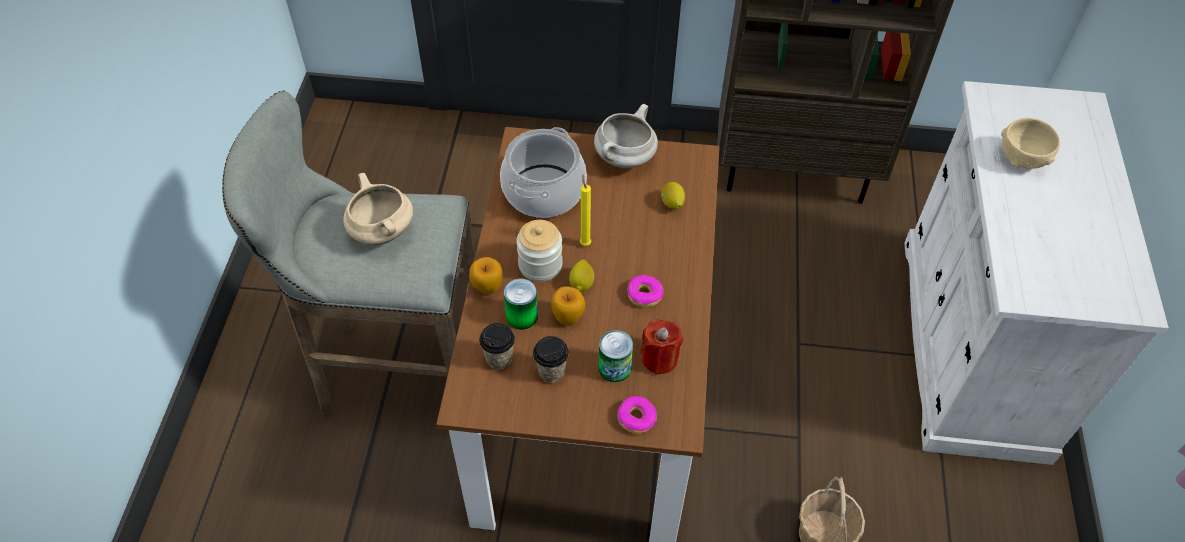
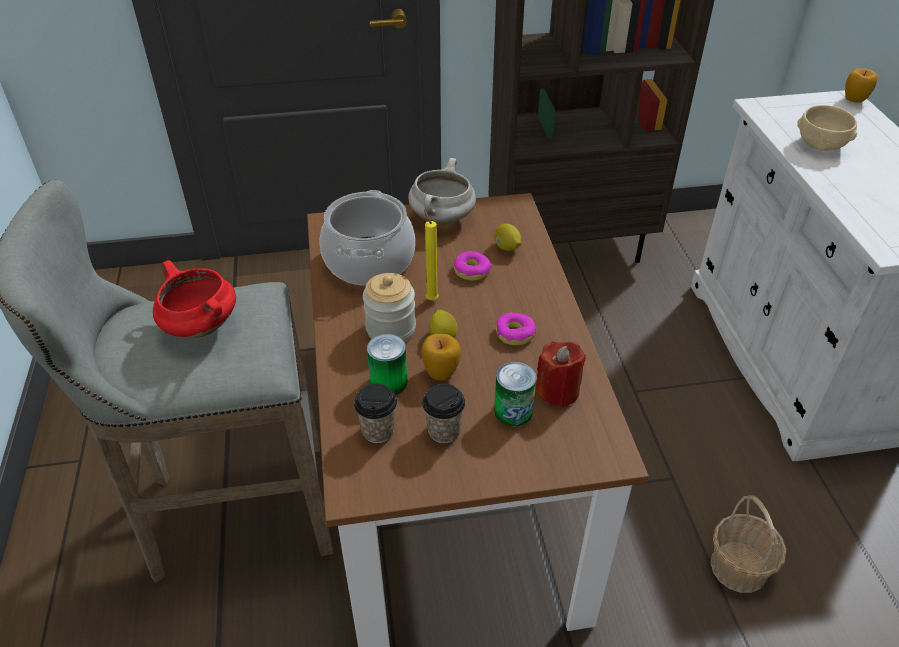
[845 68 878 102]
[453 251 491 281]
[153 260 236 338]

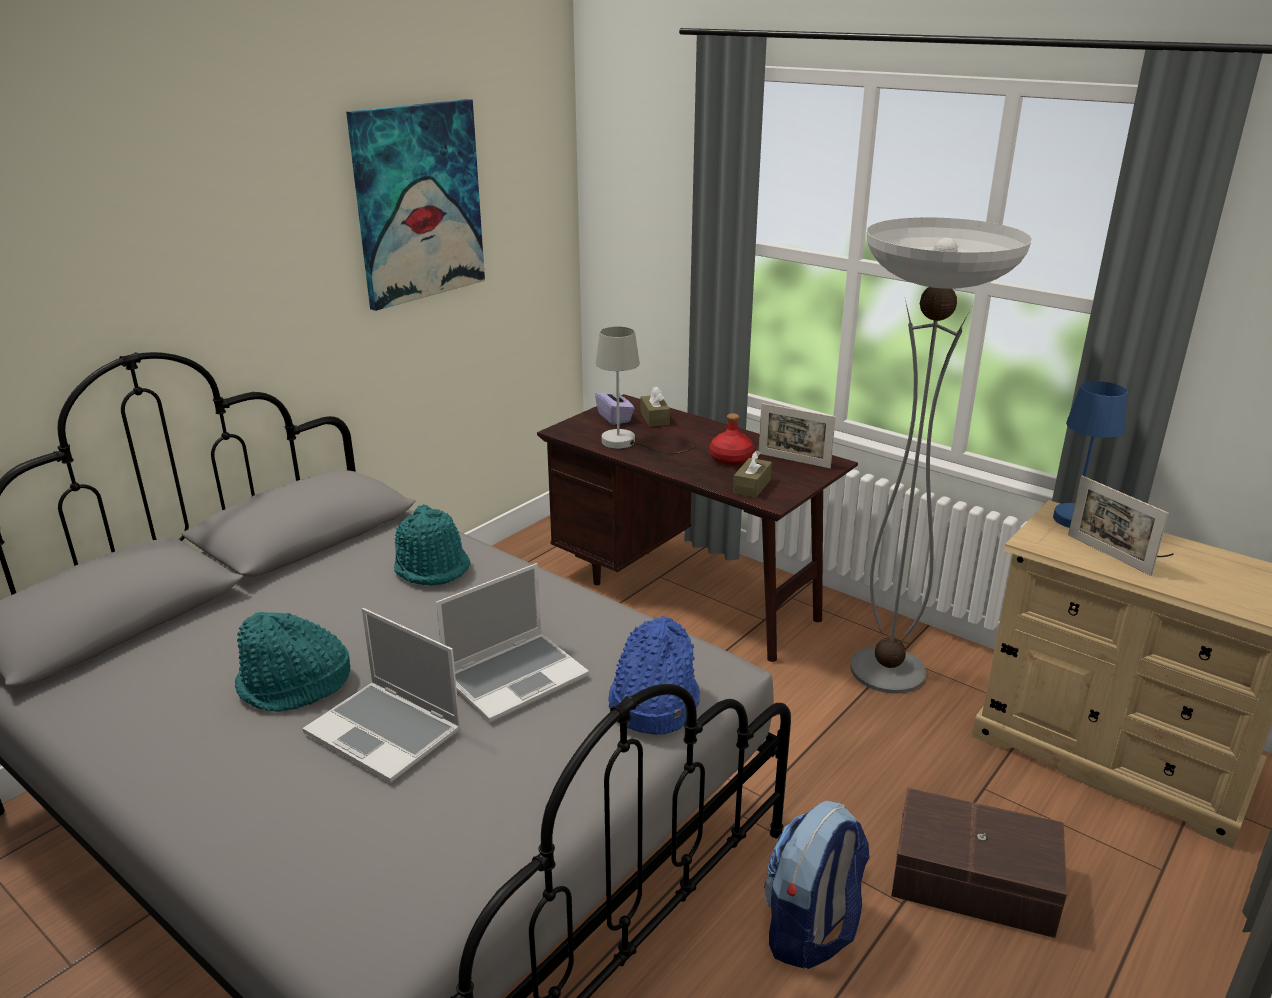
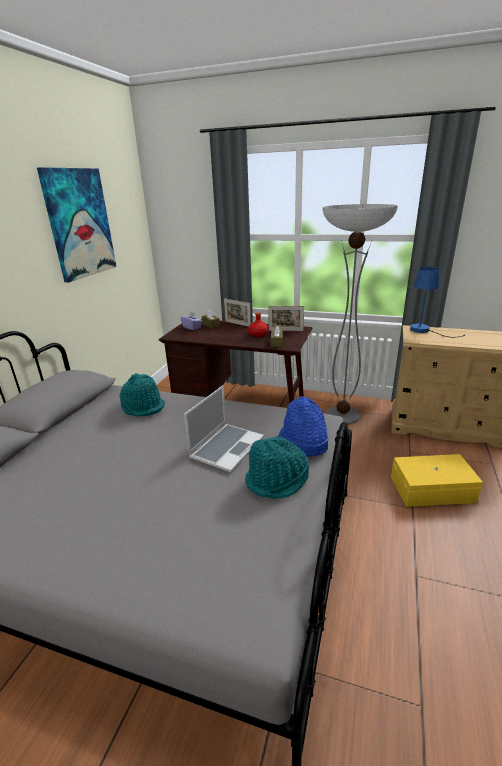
[302 608 461 783] (first image)
[596 327 697 454] (first image)
[764 801 870 969] (first image)
[245 436 309 498]
[224 298 251 327]
[391 454 483 507]

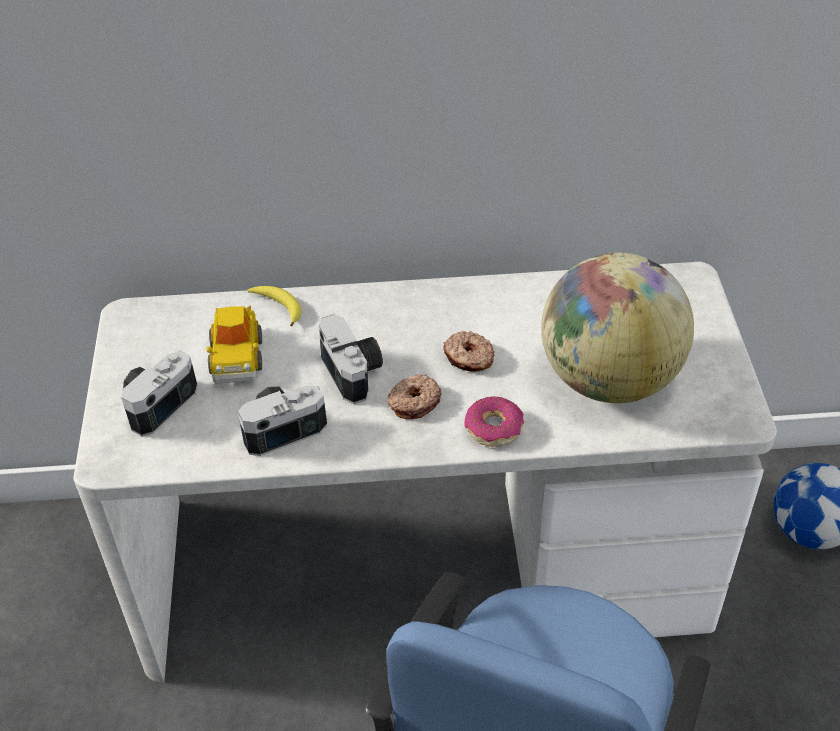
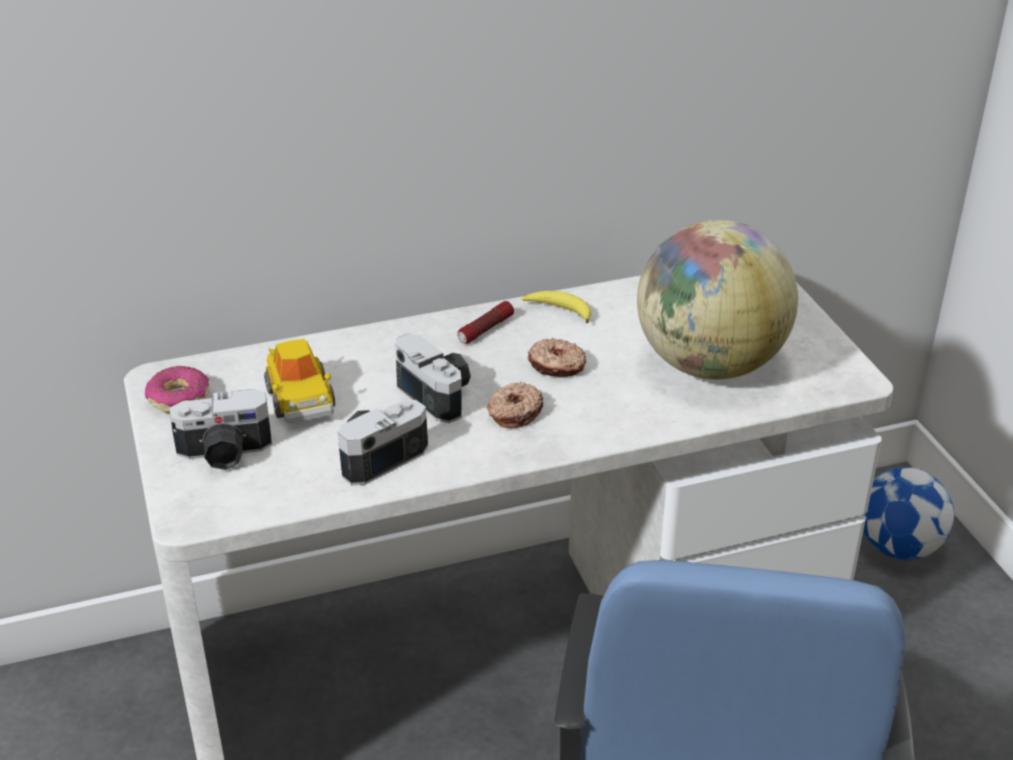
[457 301 514 344]
[521 291 591 323]
[145 366 209 413]
[170 389 272 470]

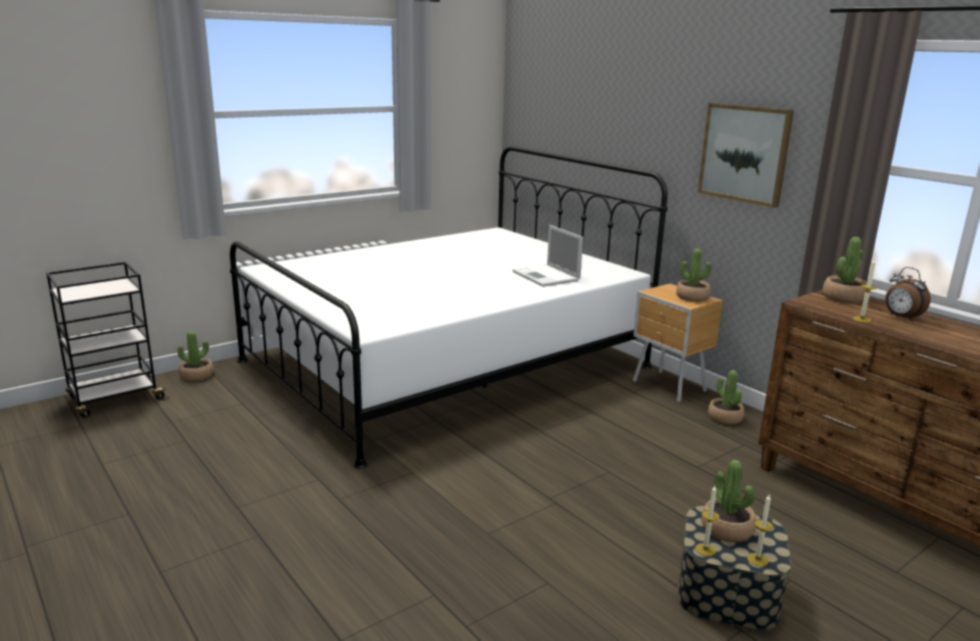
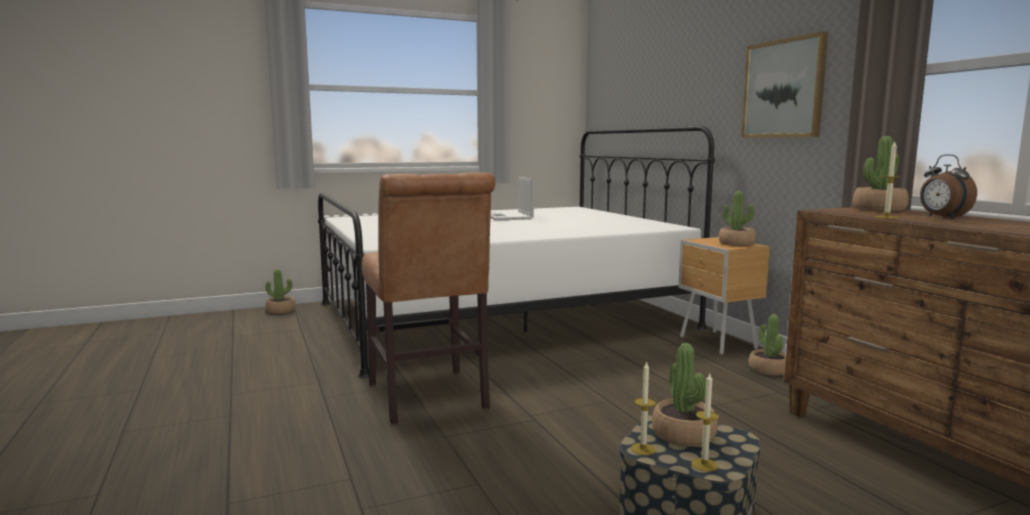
[46 262 169 417] (first image)
[362 173 495 425]
[491 177 534 221]

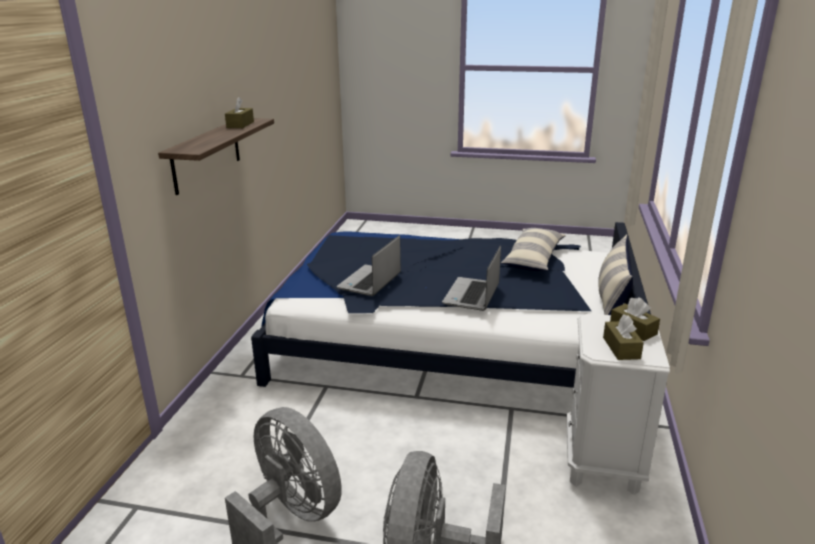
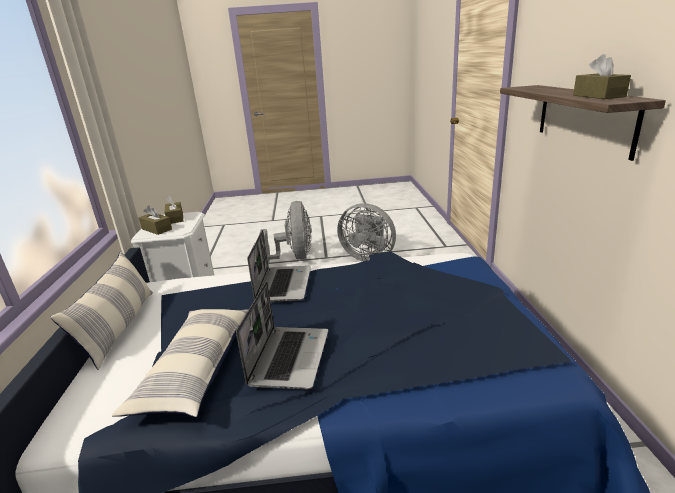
[236 281 328 389]

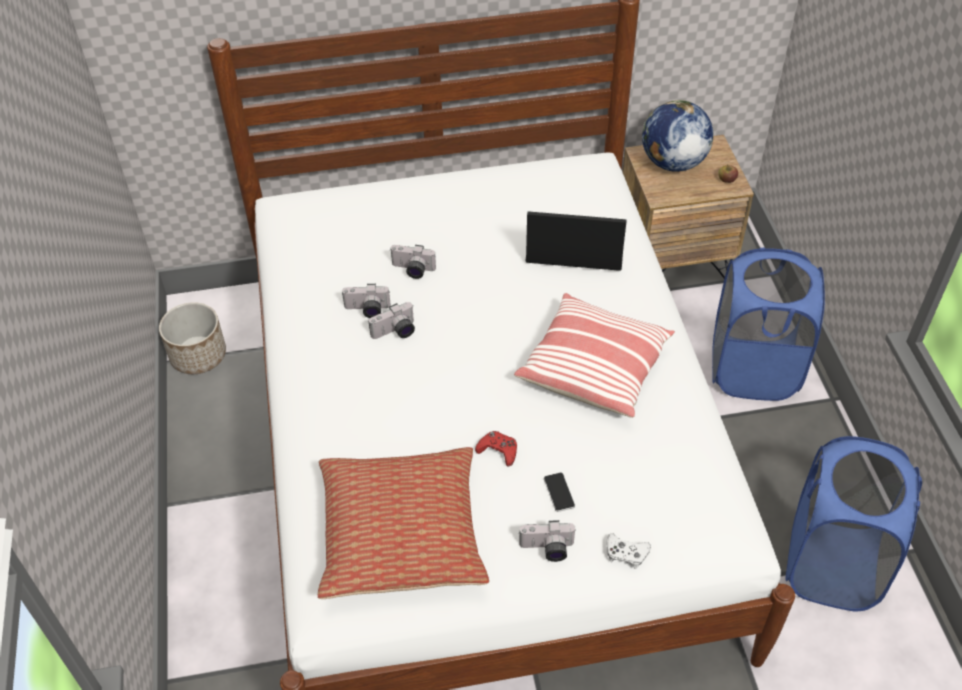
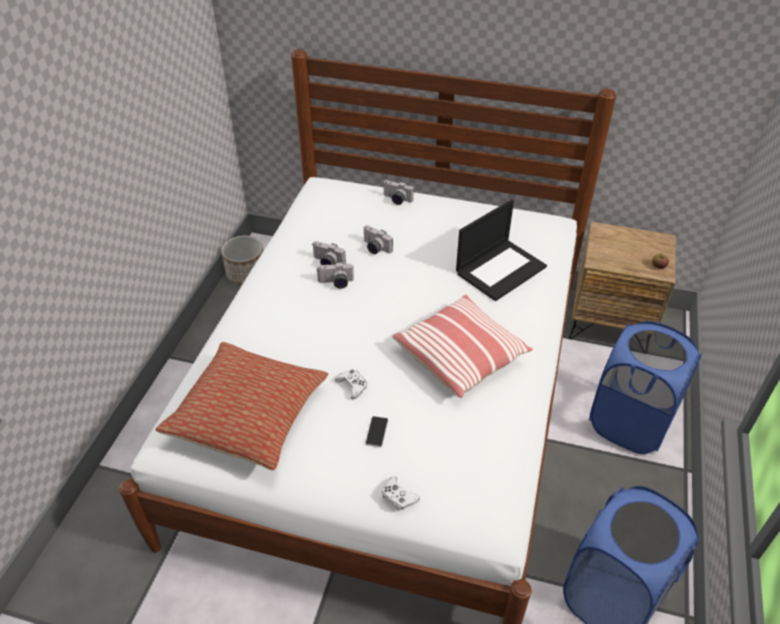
[642 100 714 172] (first image)
[383 180 414 205]
[335 369 367 399]
[456 199 547 301]

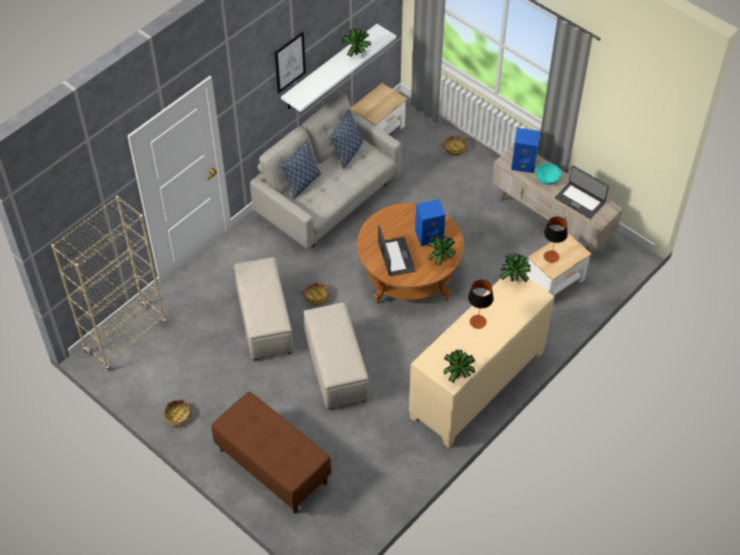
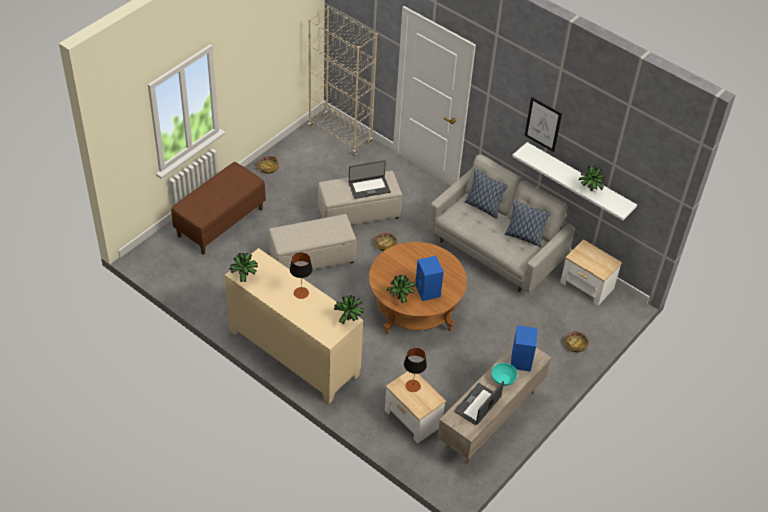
[349 160 391 199]

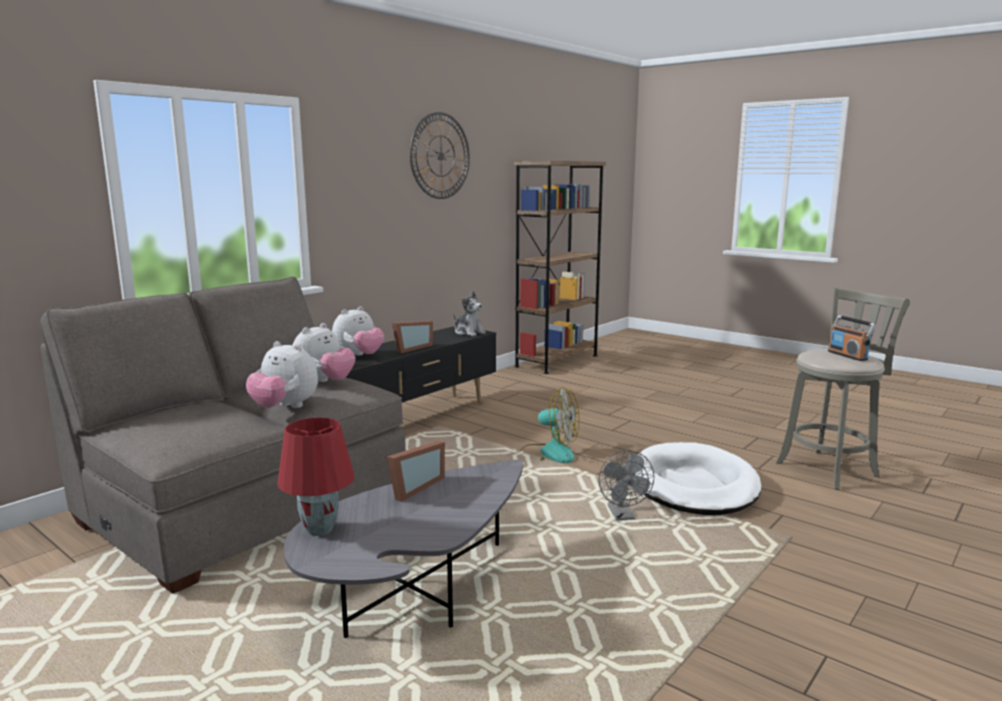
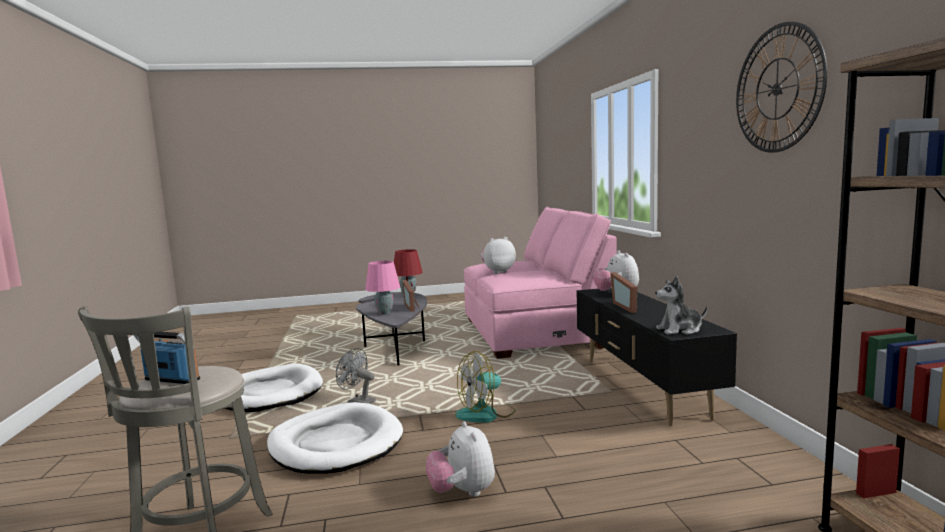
[225 363 323 412]
[365 261 400 315]
[426 421 495 497]
[464 207 617 359]

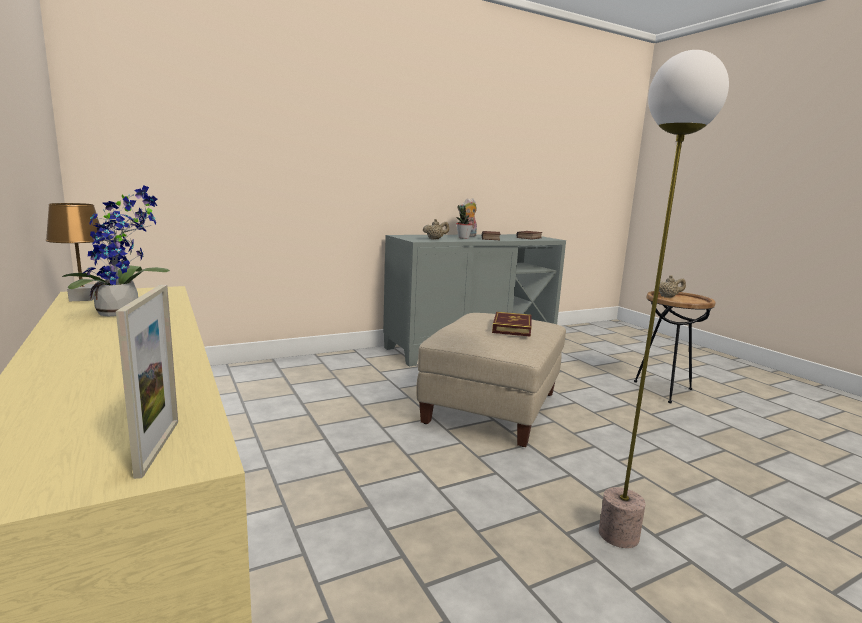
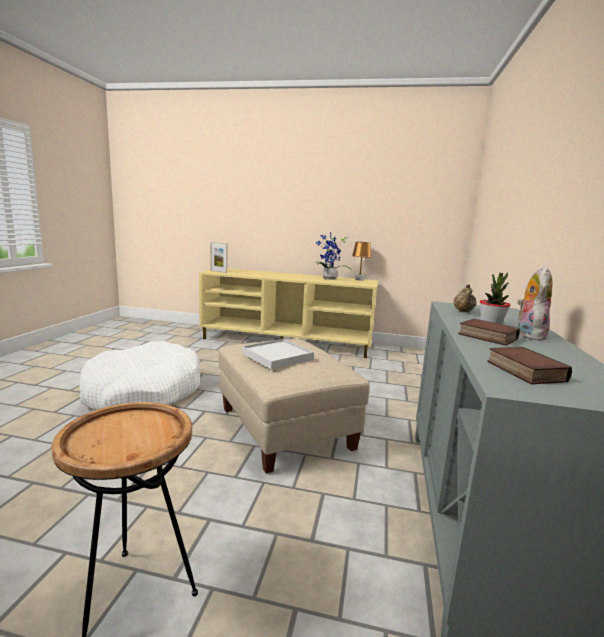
[659 275 686 298] (first image)
[242 339 314 370]
[80 341 200 411]

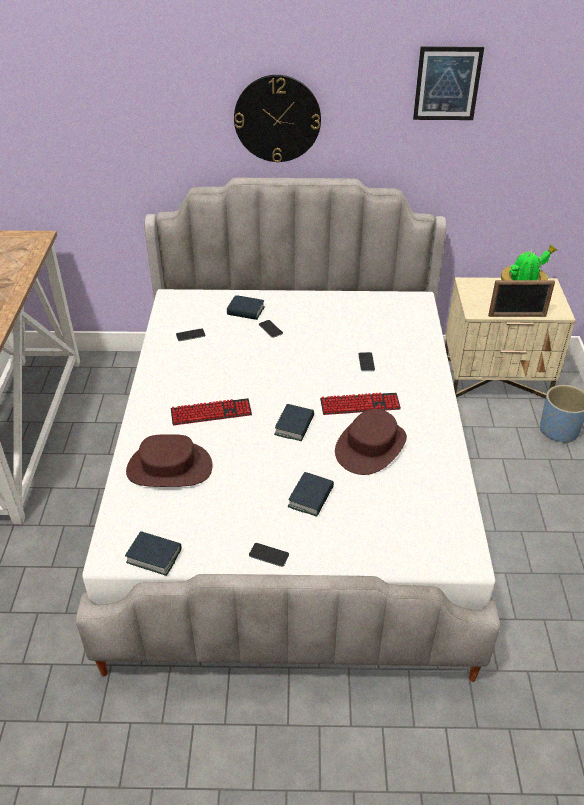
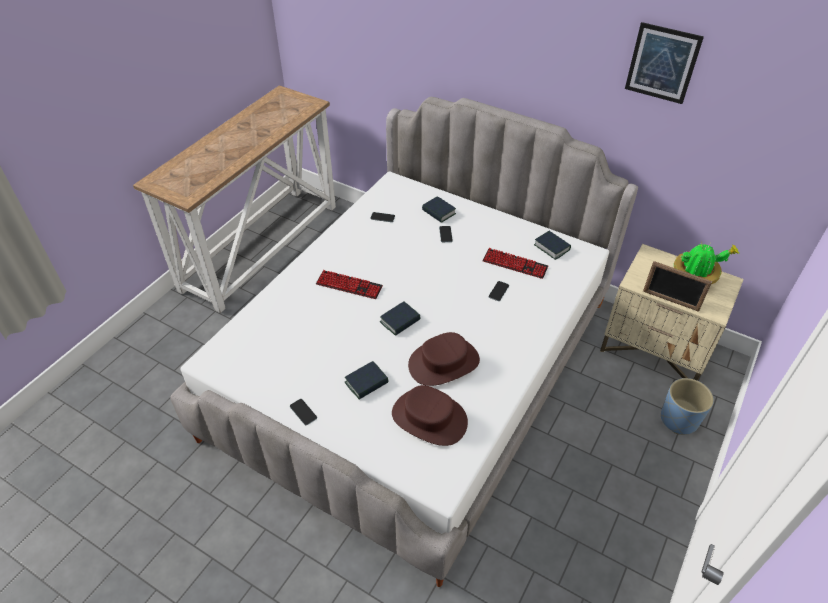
[234 75 321 163] (first image)
[534 231 571 260]
[392 385 468 446]
[482 248 548 279]

